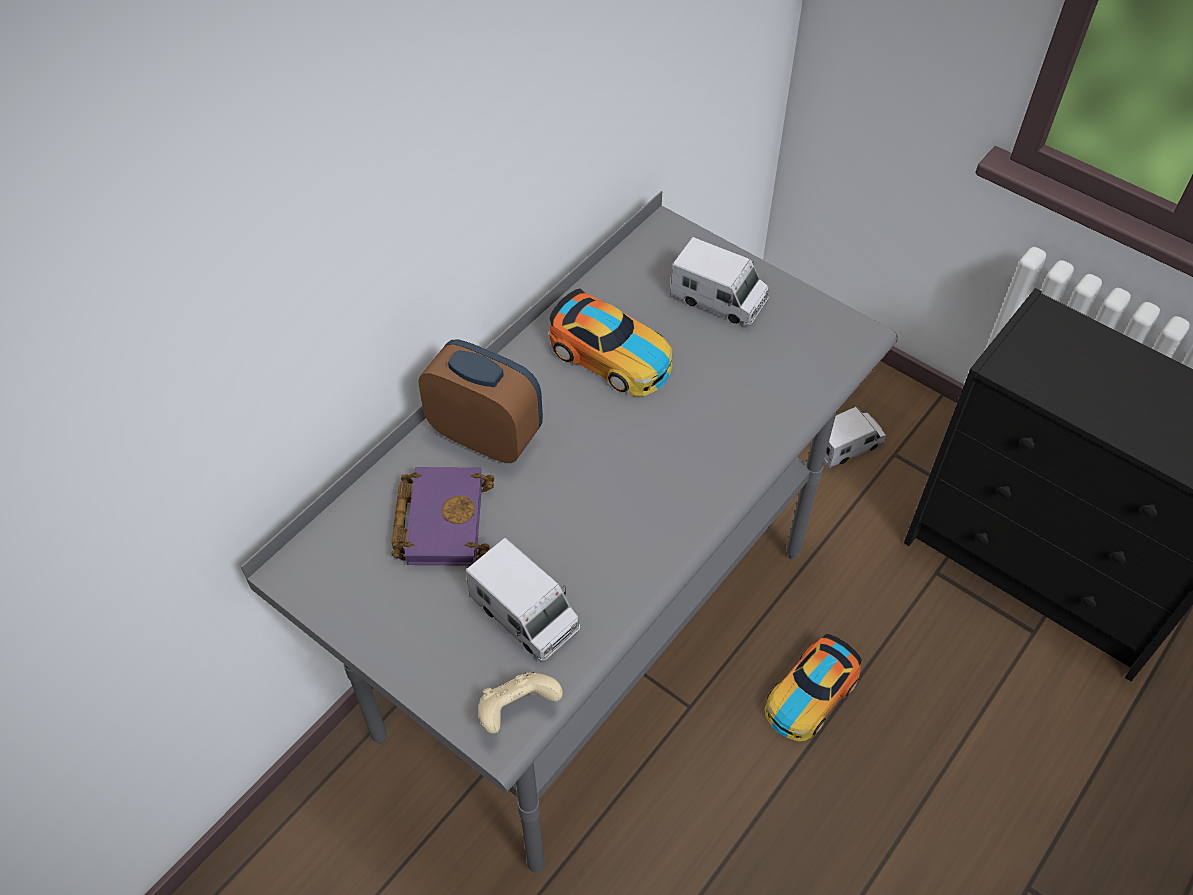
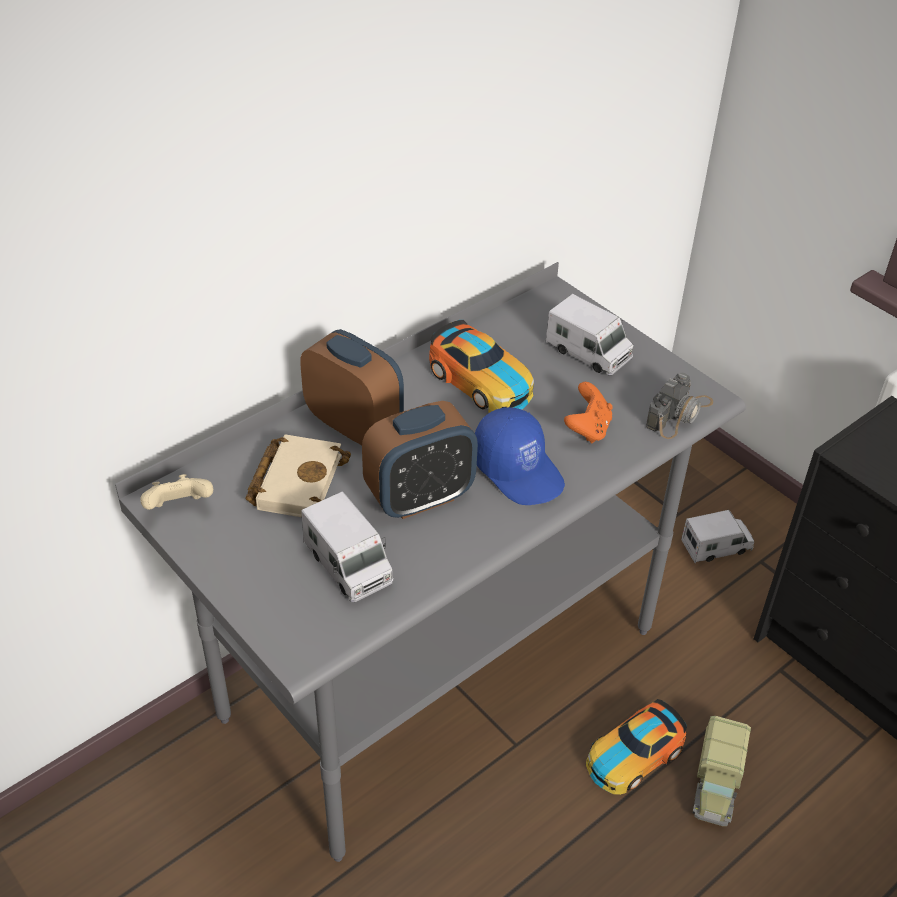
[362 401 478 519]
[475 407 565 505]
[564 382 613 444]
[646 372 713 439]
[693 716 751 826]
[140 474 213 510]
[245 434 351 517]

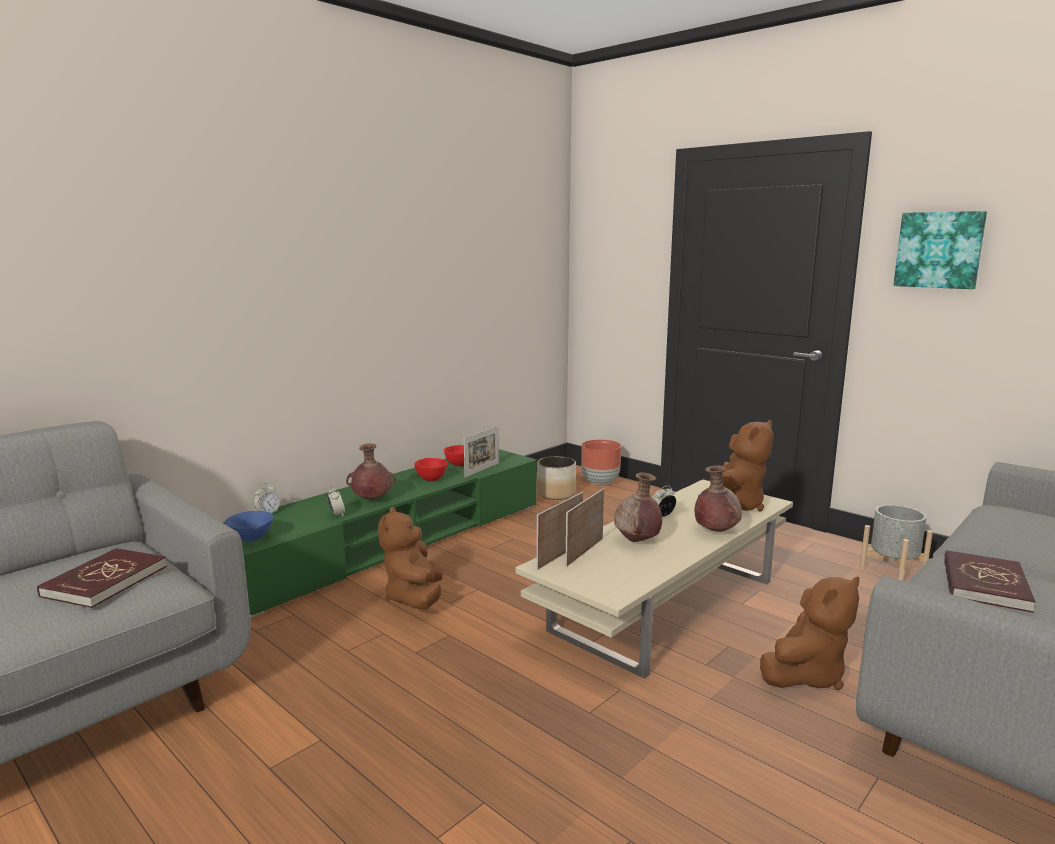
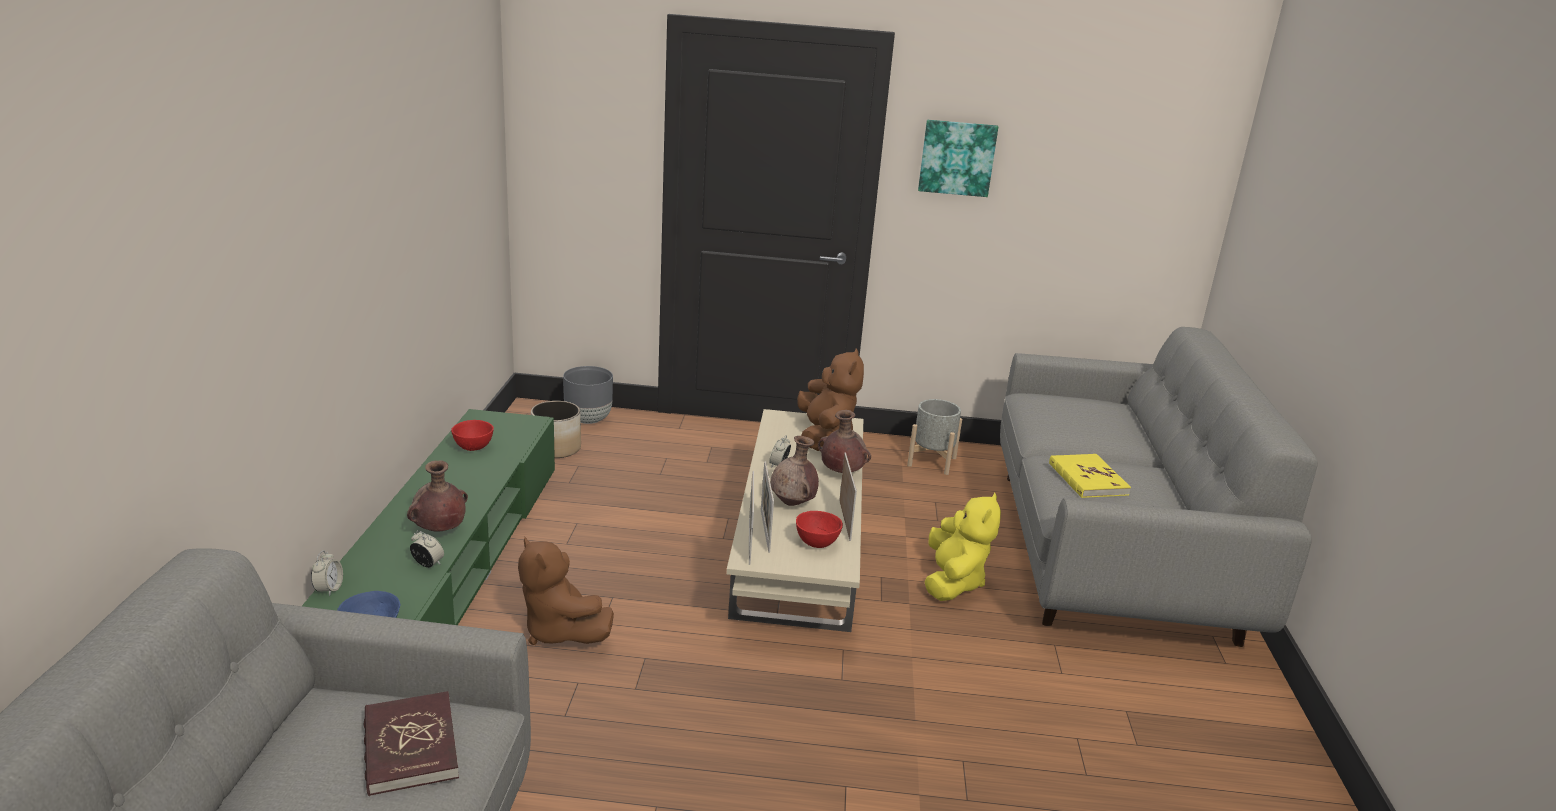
[796 511 843 548]
[839 453 857 541]
[563 366 613 424]
[925 493 1001 601]
[1049 454 1131 498]

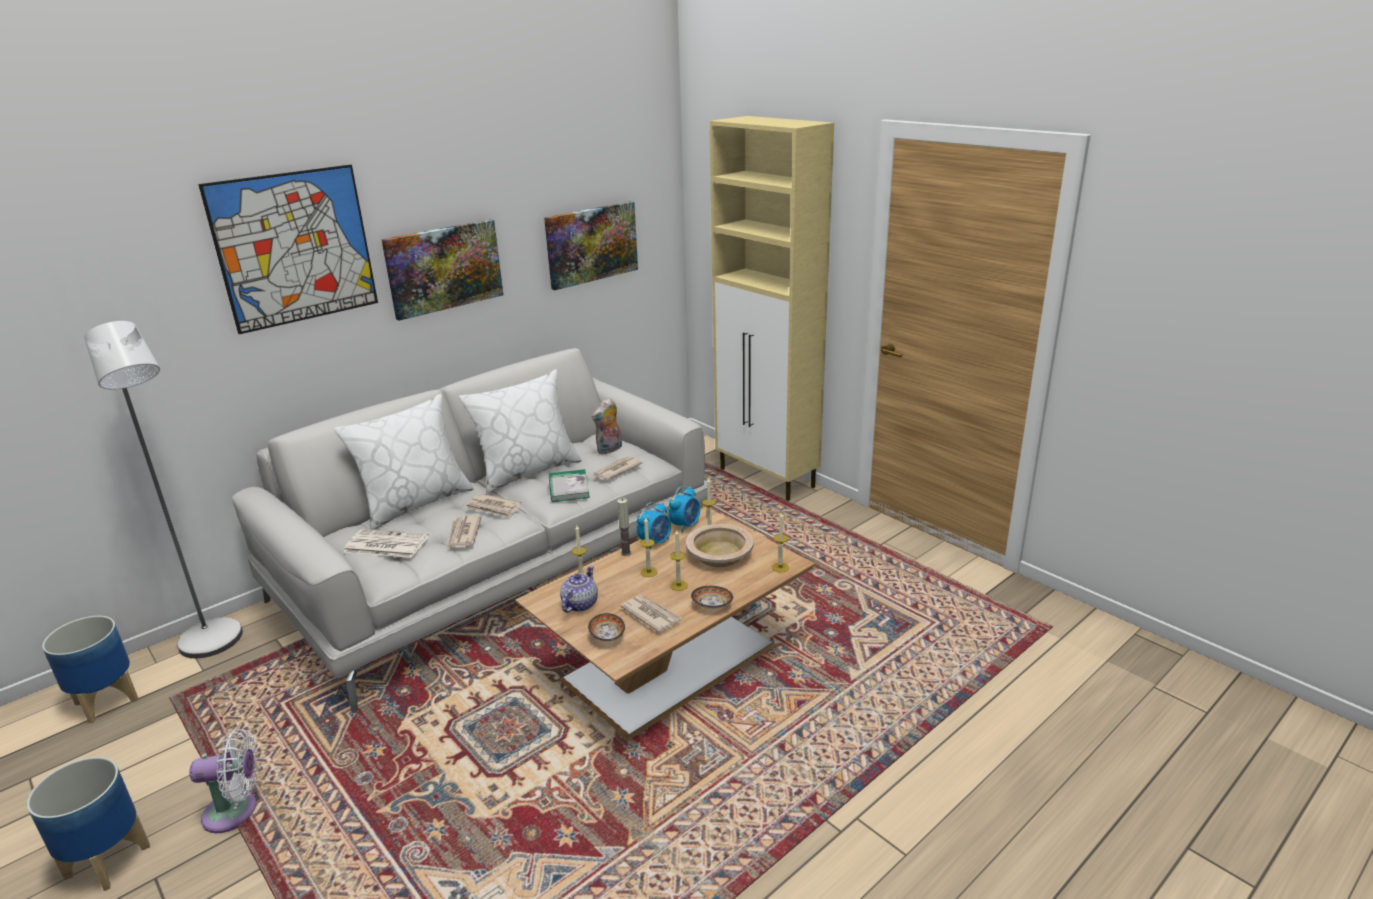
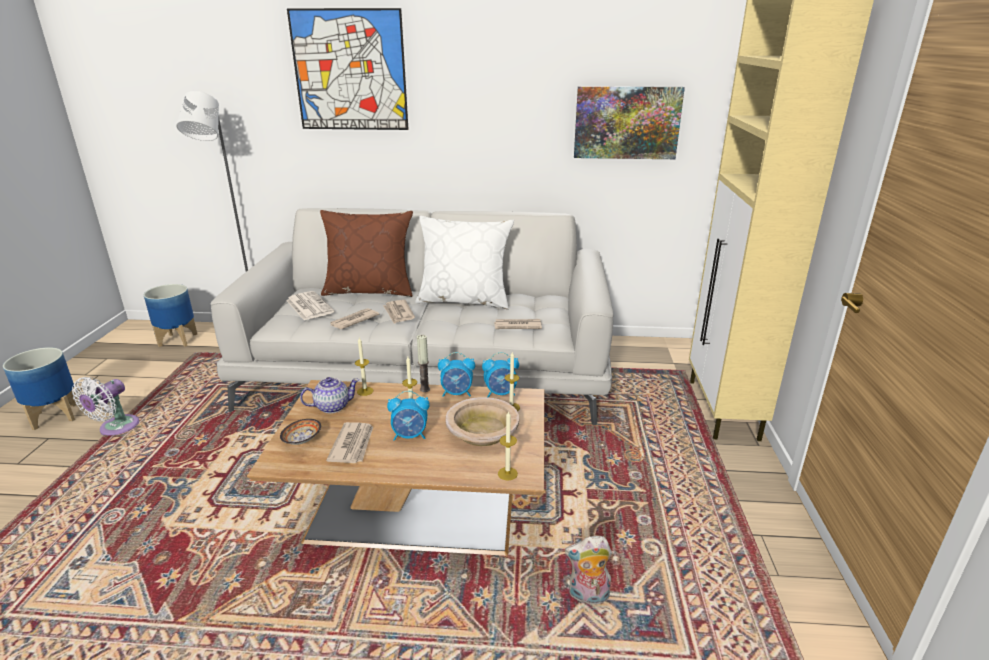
[381 219 503 321] (first image)
[549 469 590 502] (first image)
[691 586 733 609] (first image)
[565 536 612 604]
[387 390 430 441]
[320 210 413 297]
[72 377 139 436]

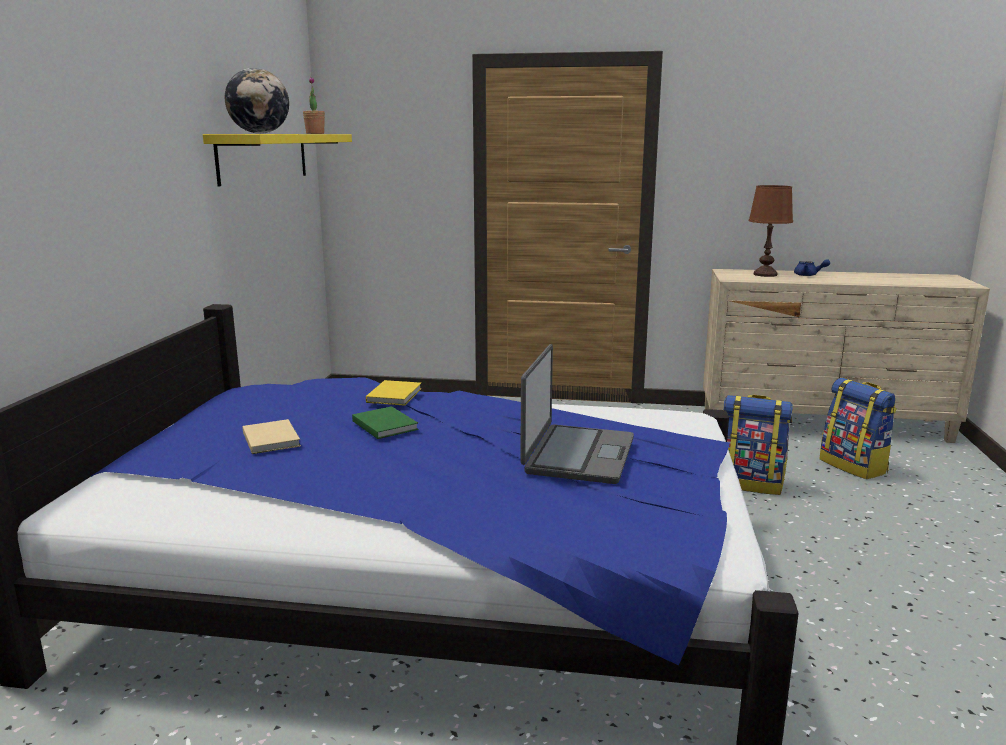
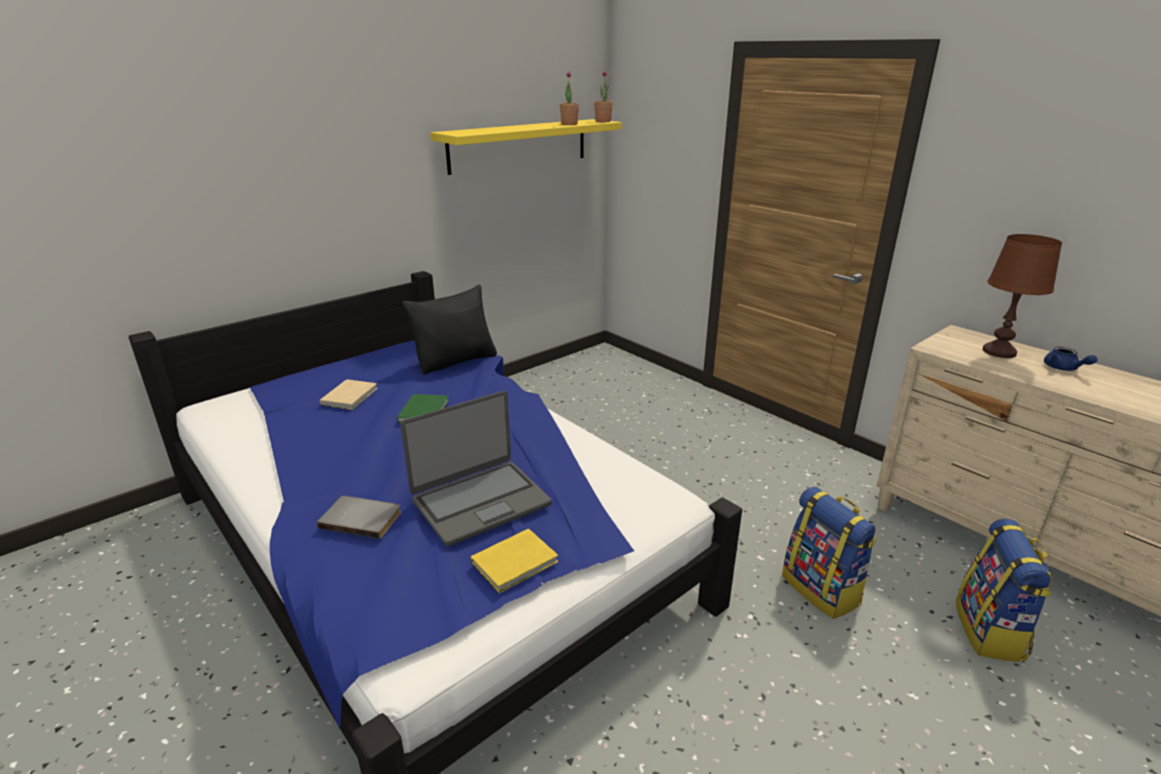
[225 68 289 134] (first image)
[317 496 401 539]
[402 285 497 375]
[594 70 613 122]
[471 529 558 593]

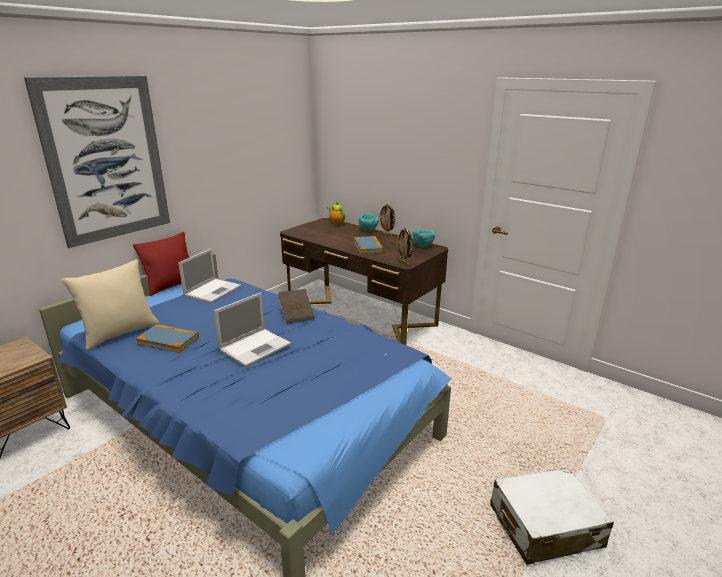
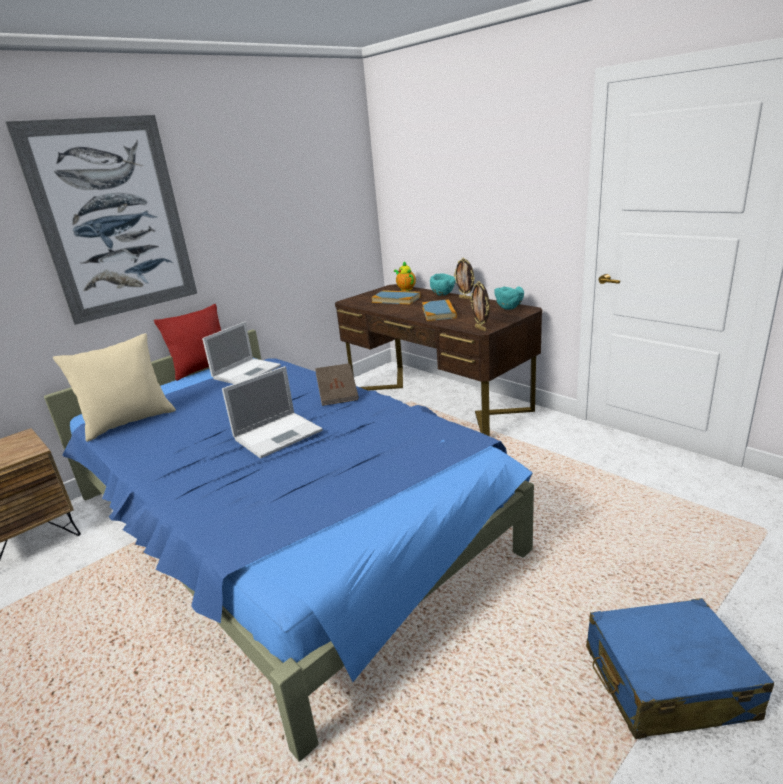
[371 290 421 304]
[586 598 774 739]

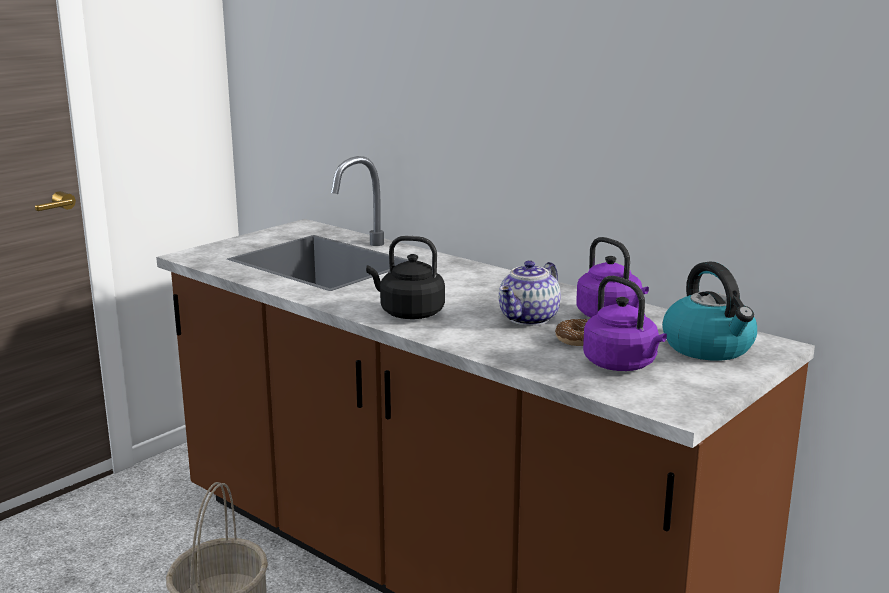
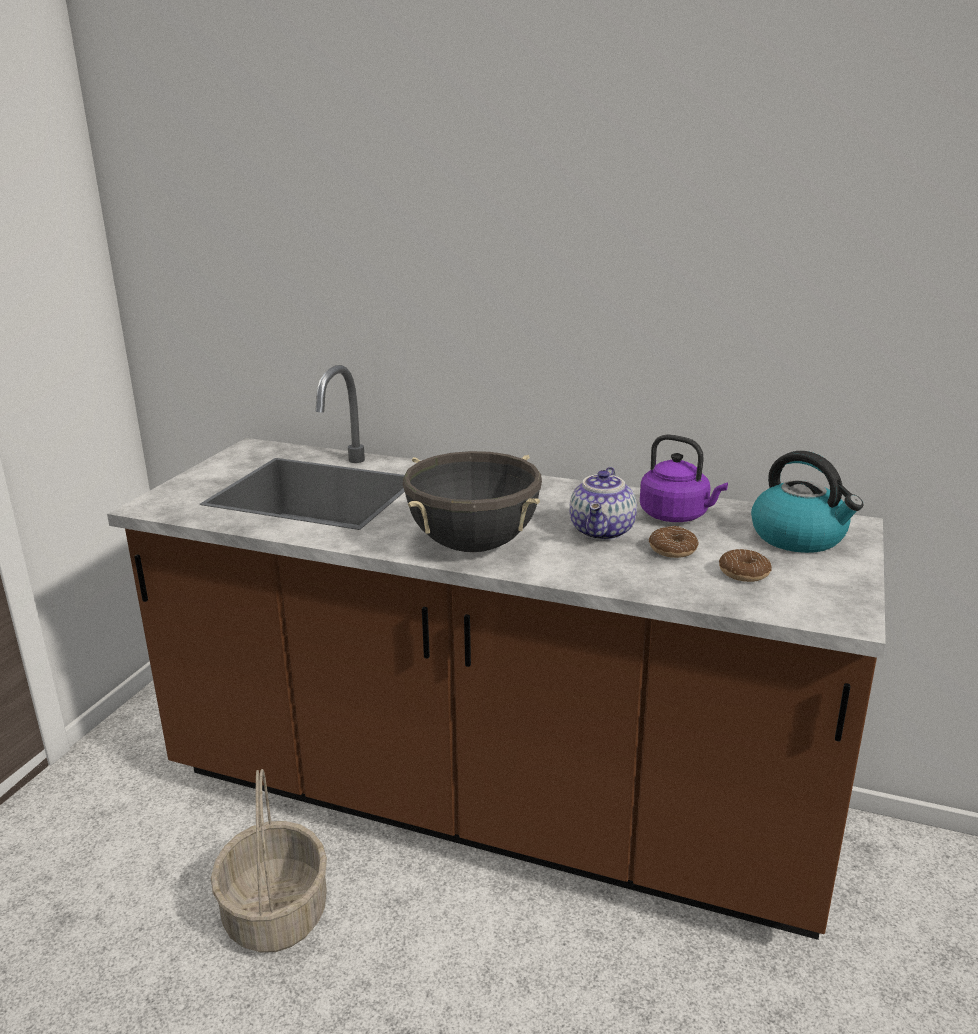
[403 451 542 552]
[719 549 772 582]

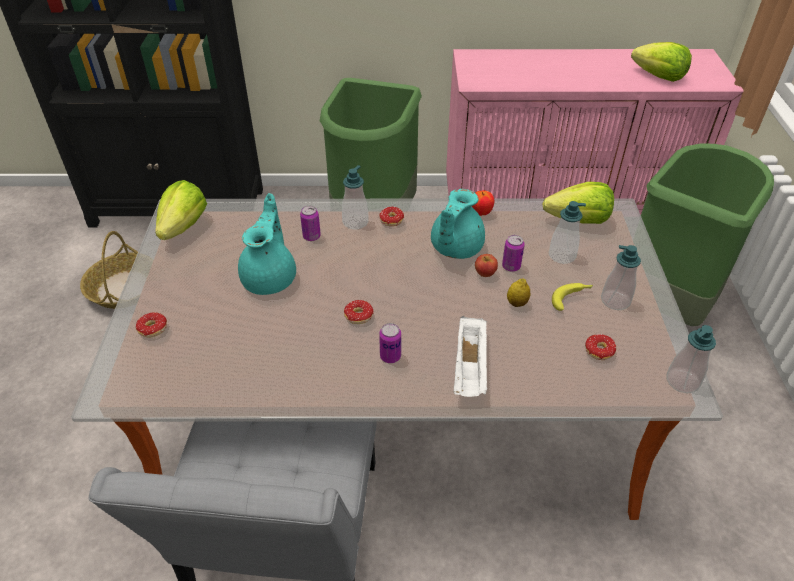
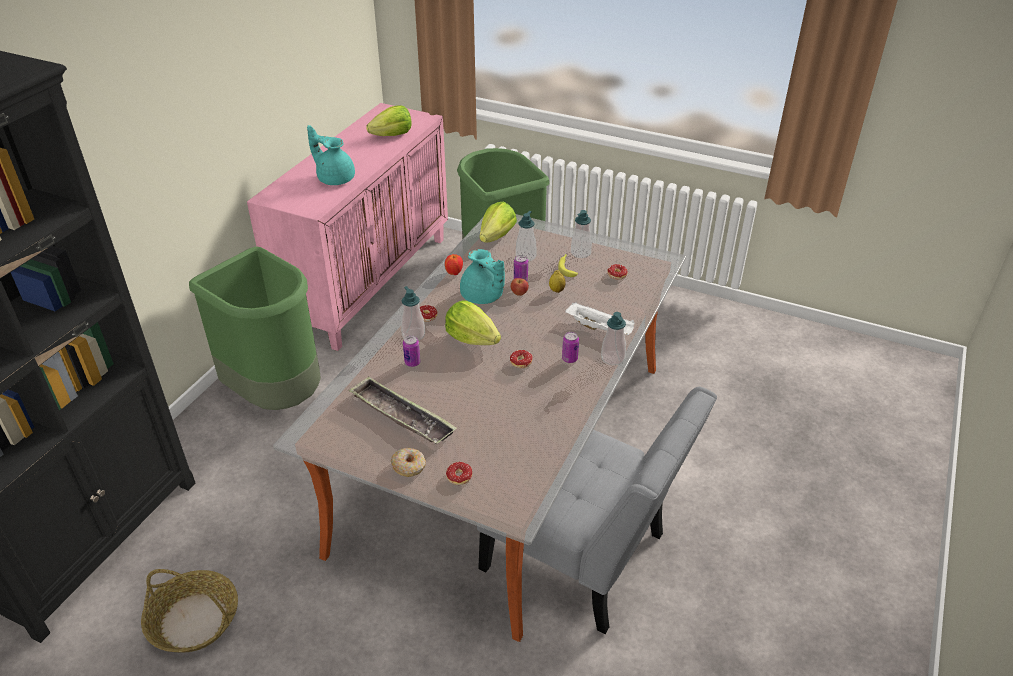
[349 376 457 444]
[391 448 426 477]
[445 300 501 345]
[307 125 355 185]
[601 312 626 365]

